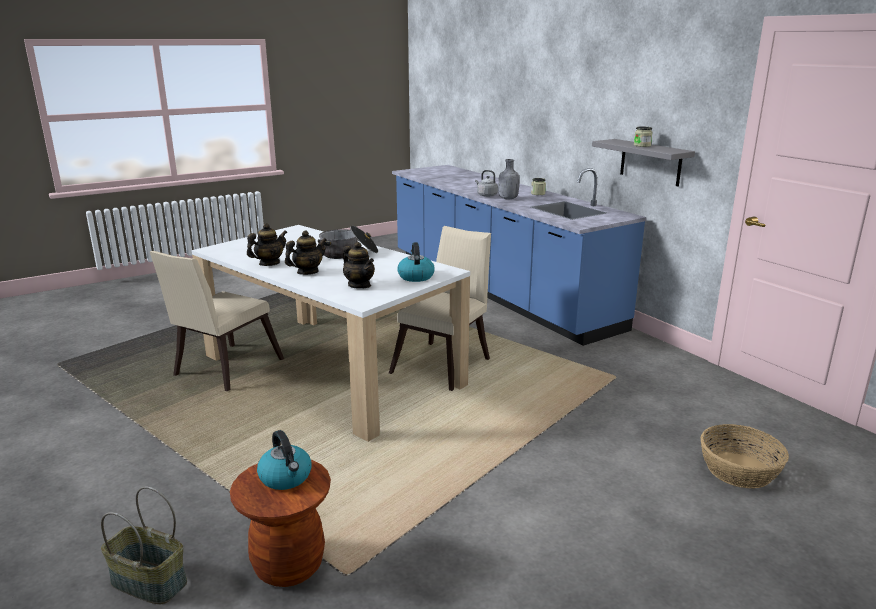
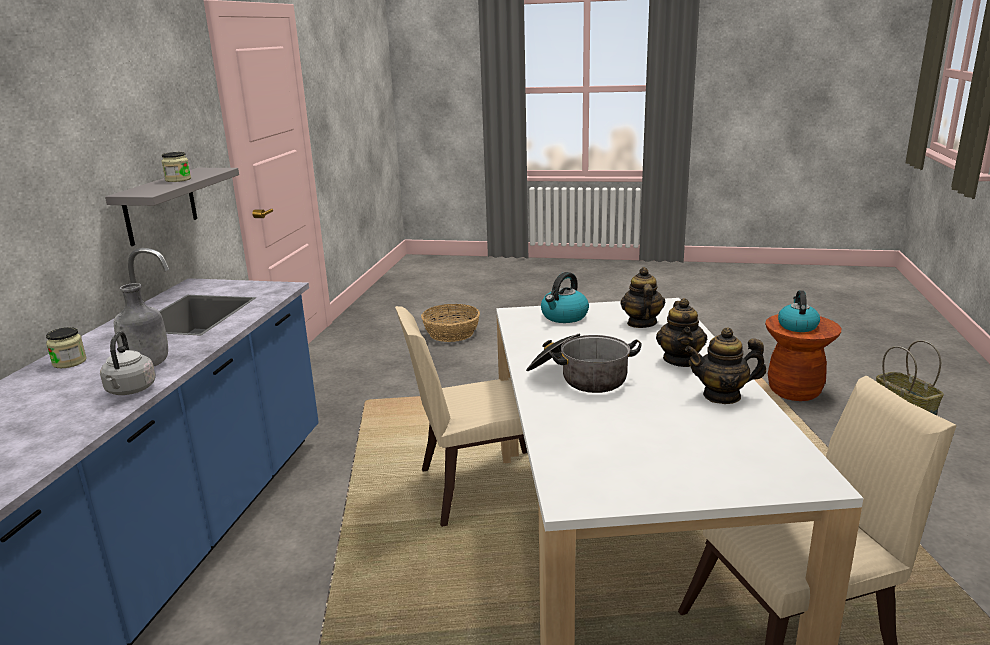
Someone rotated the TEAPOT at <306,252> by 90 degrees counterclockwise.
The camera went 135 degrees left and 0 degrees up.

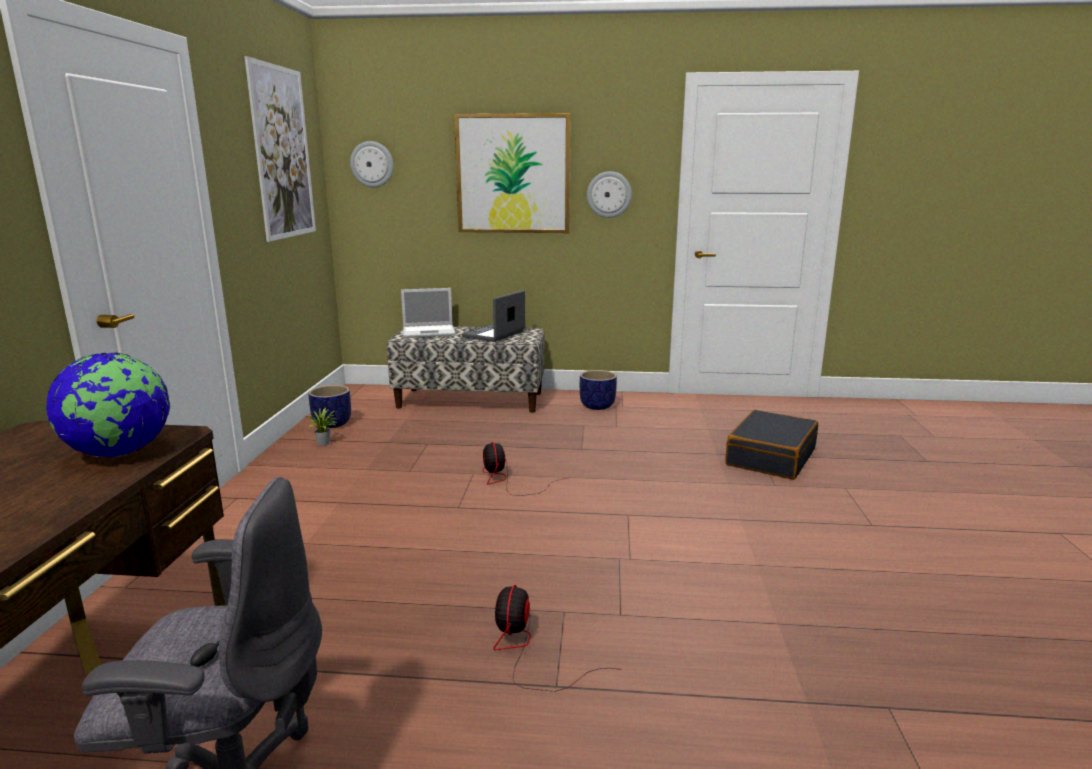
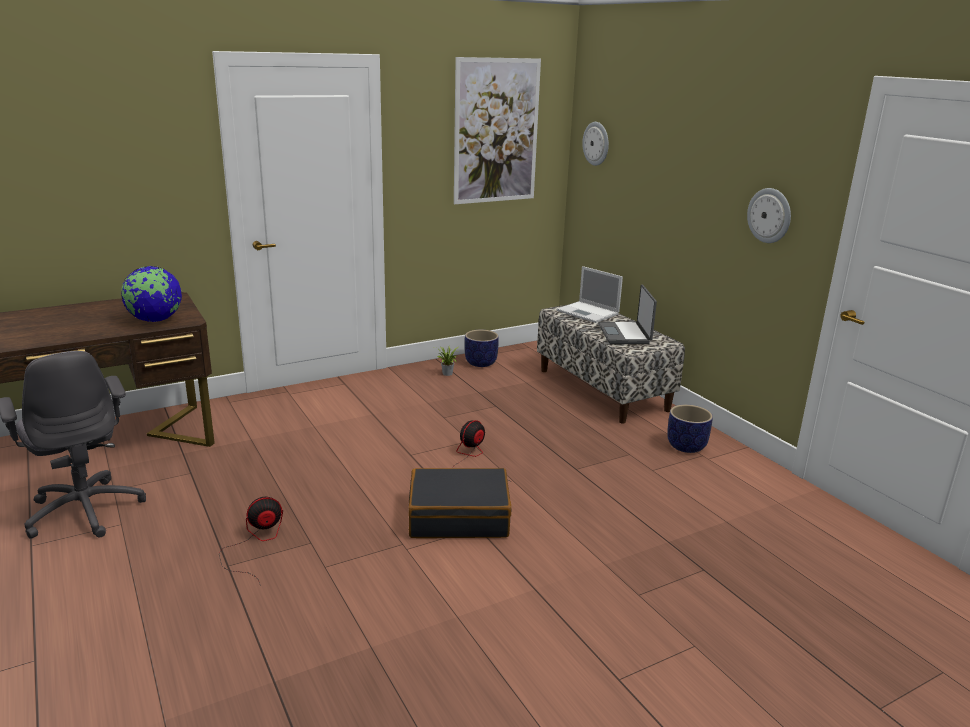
Someone took away the PICTURE at <512,173>.
Someone rotated the LAPTOP at <493,316> by 90 degrees counterclockwise.
Someone carried the BLACK SUITCASE from <771,445> to <459,503>.
The camera went 55 degrees right and 5 degrees up.

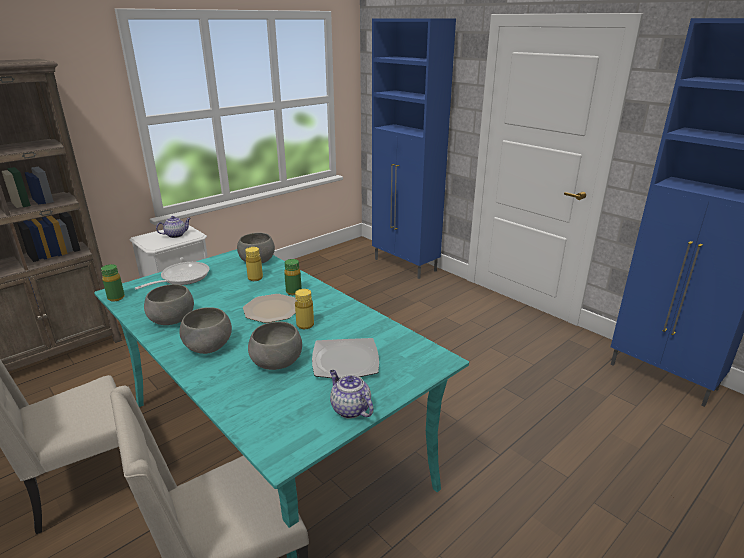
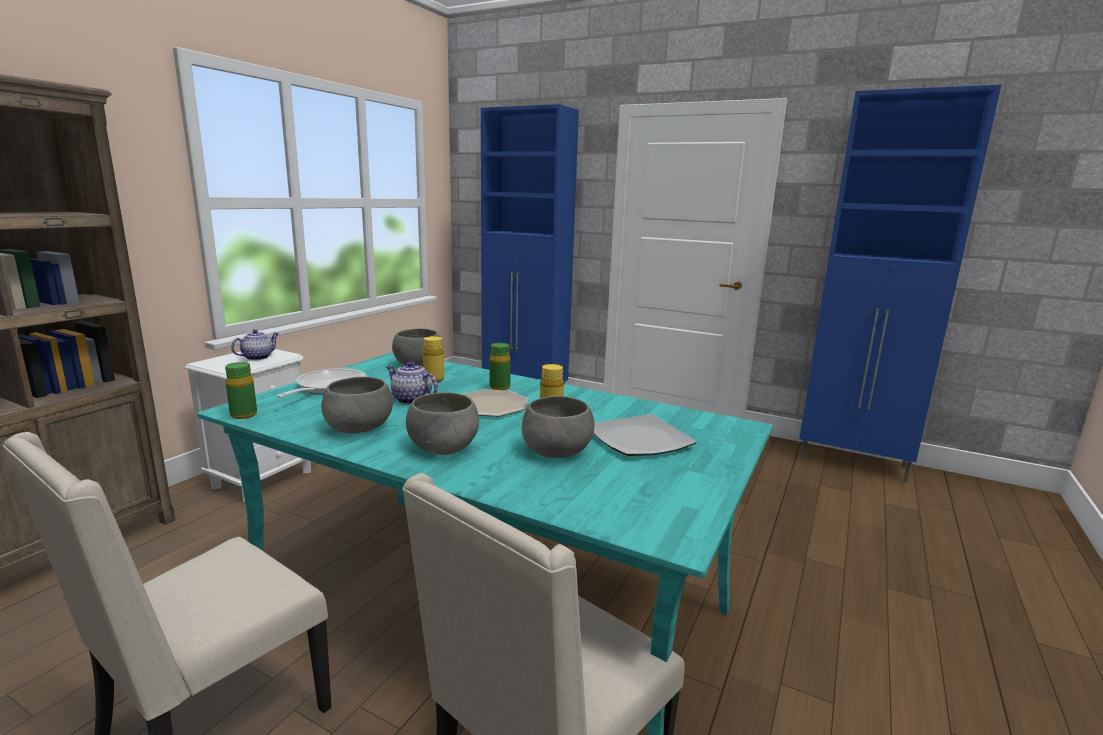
Someone carried the TEAPOT from <351,394> to <412,382>.
The camera went 20 degrees left and 10 degrees down.

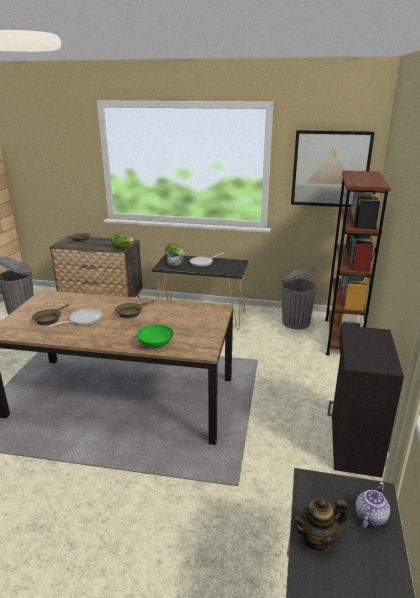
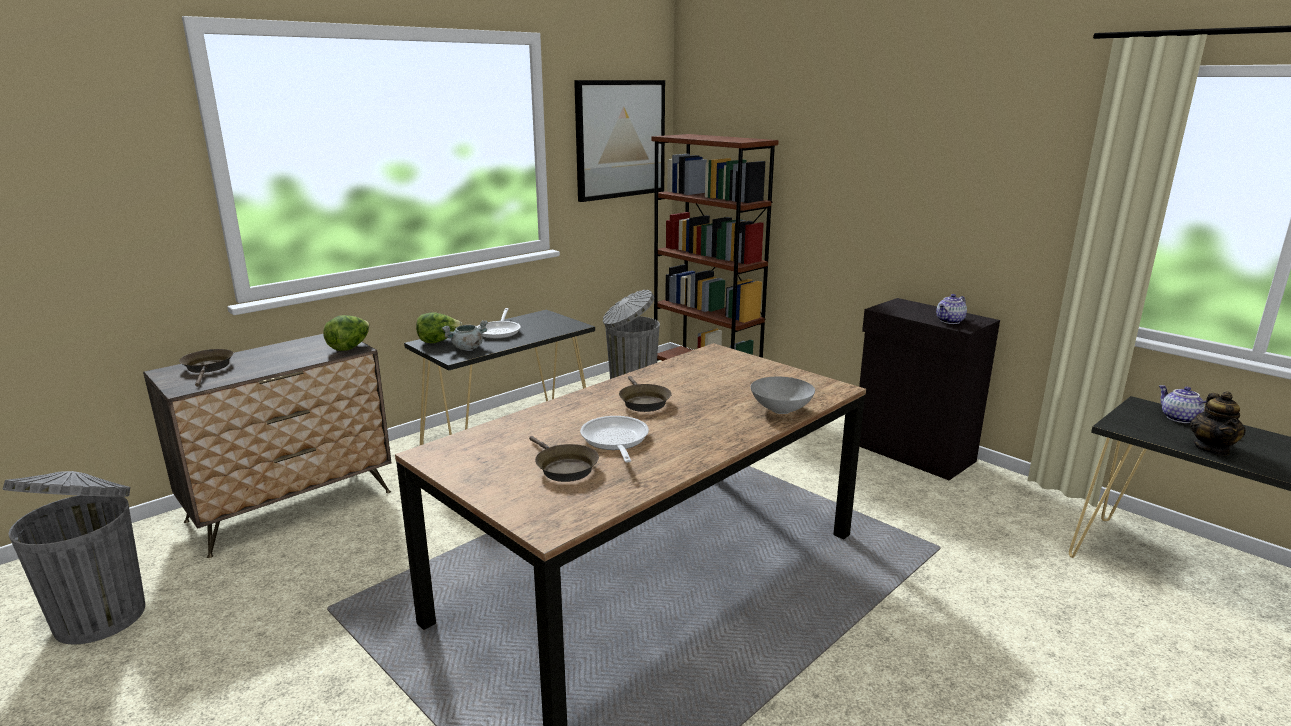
Someone repainted the GREEN BOWL at <155,336>, which became the GREY BOWL at <783,395>.
Someone put down the TEAPOT at <951,309>.
The camera went 55 degrees left and 5 degrees down.

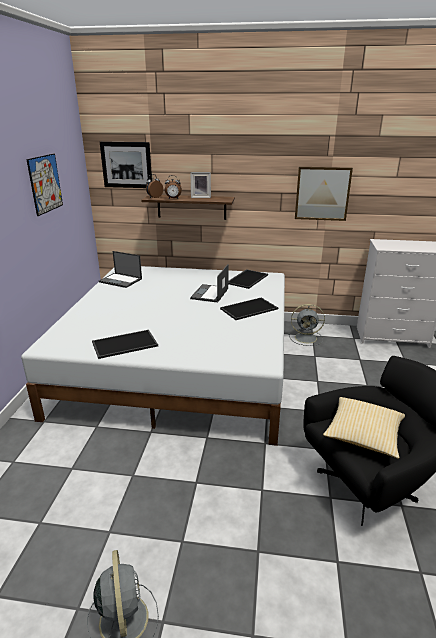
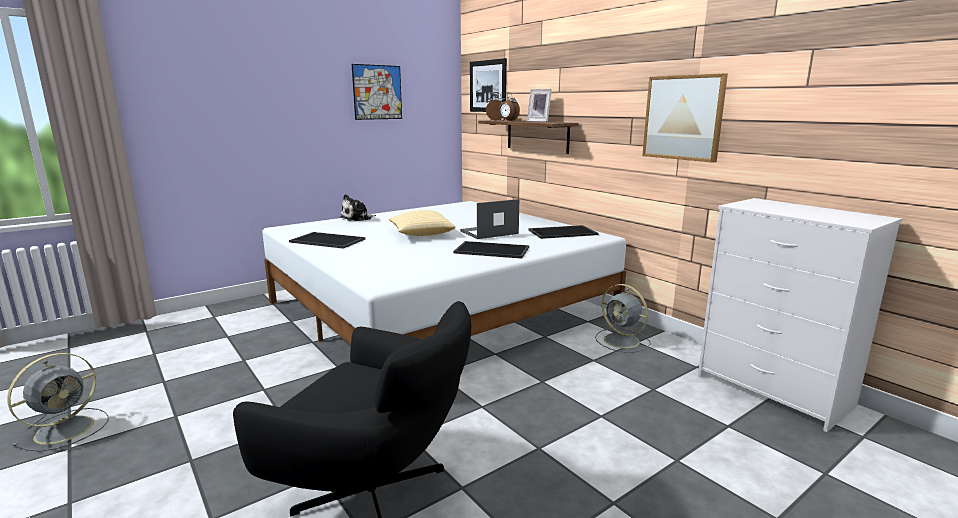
Someone took away the LAPTOP at <120,269>.
Someone carried the PILLOW from <364,428> to <422,223>.
Someone put down the PLUSH TOY at <358,207>.
The camera went 45 degrees right and 10 degrees down.

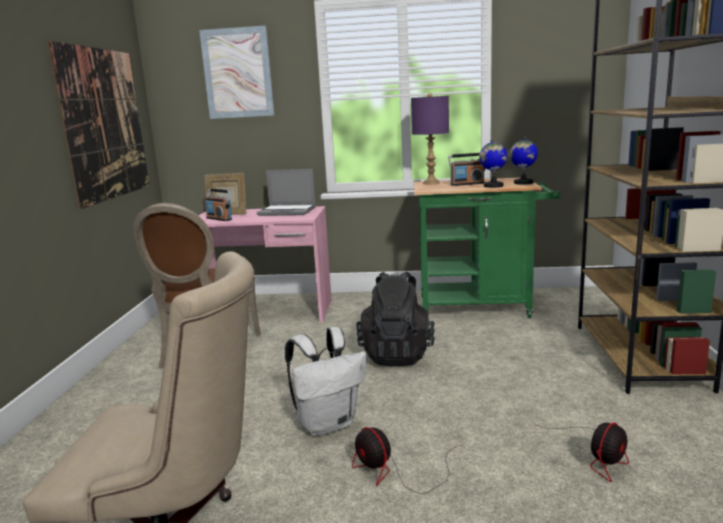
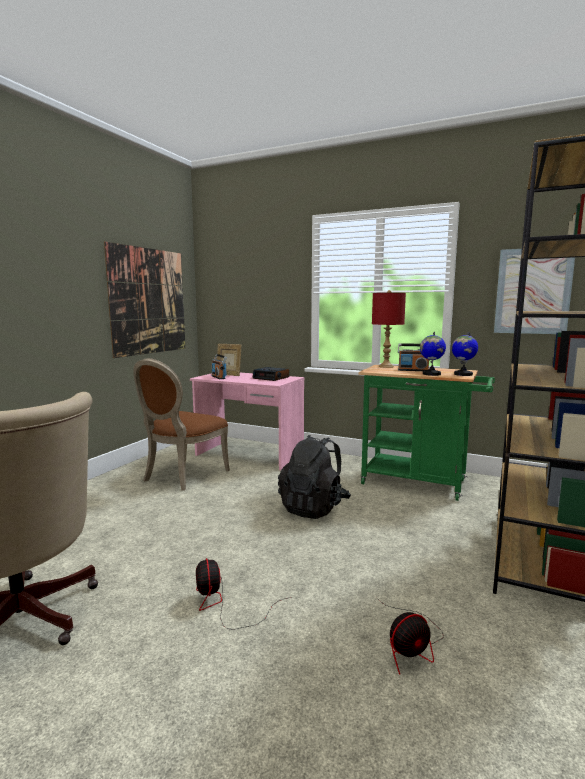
Someone carried the PICTURE from <236,72> to <534,291>.
Someone repainted the PURPLE TABLE LAMP at <430,138>, which became the RED TABLE LAMP at <389,329>.
Someone swapped the LAPTOP at <286,192> for the ALARM CLOCK at <271,374>.
Someone took away the WHITE BACKPACK at <325,381>.
The camera went 20 degrees right and 5 degrees down.

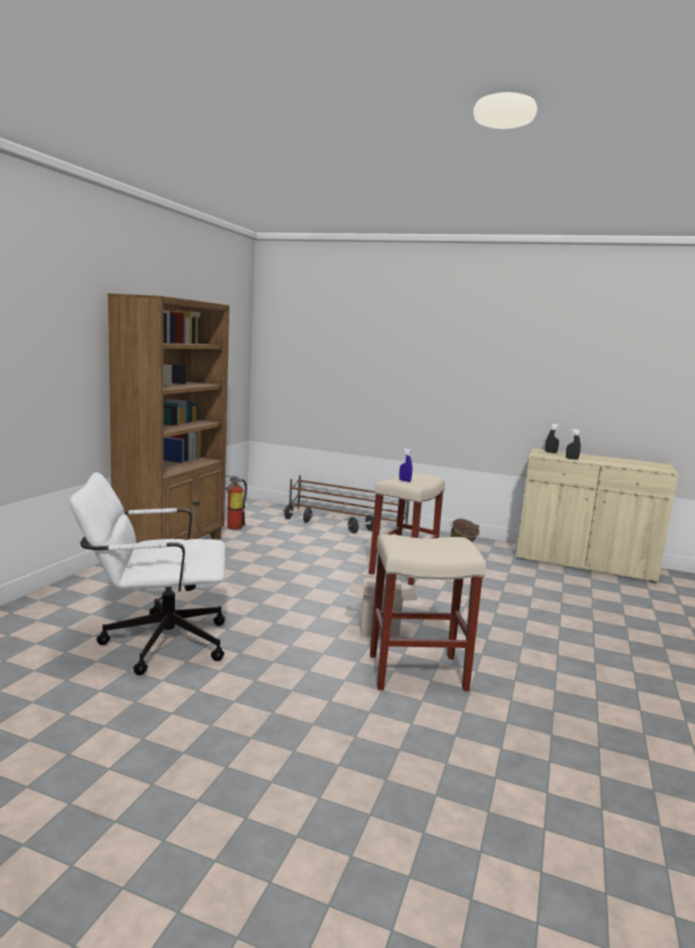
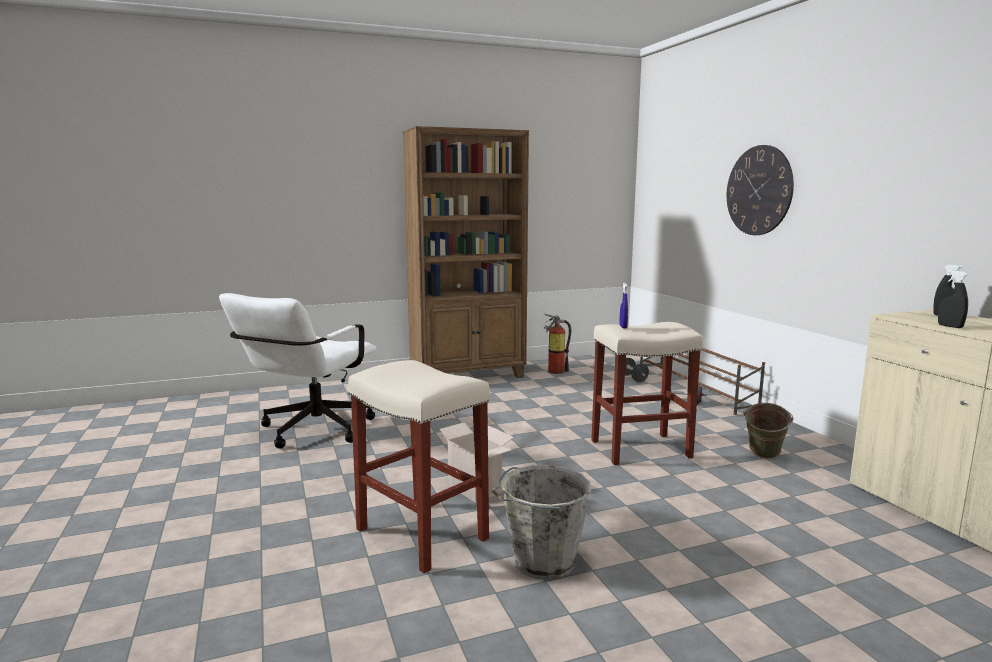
Someone rotated the WHITE OFFICE CHAIR at <147,573> by 105 degrees counterclockwise.
Someone put up the WALL CLOCK at <760,190>.
Someone put down the GREY BUCKET at <541,522>.
The camera went 50 degrees right and 0 degrees up.

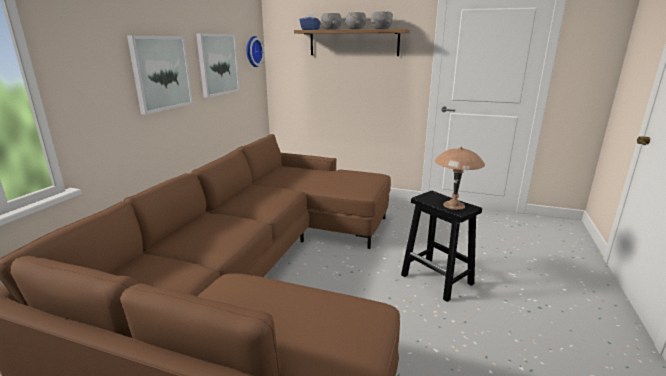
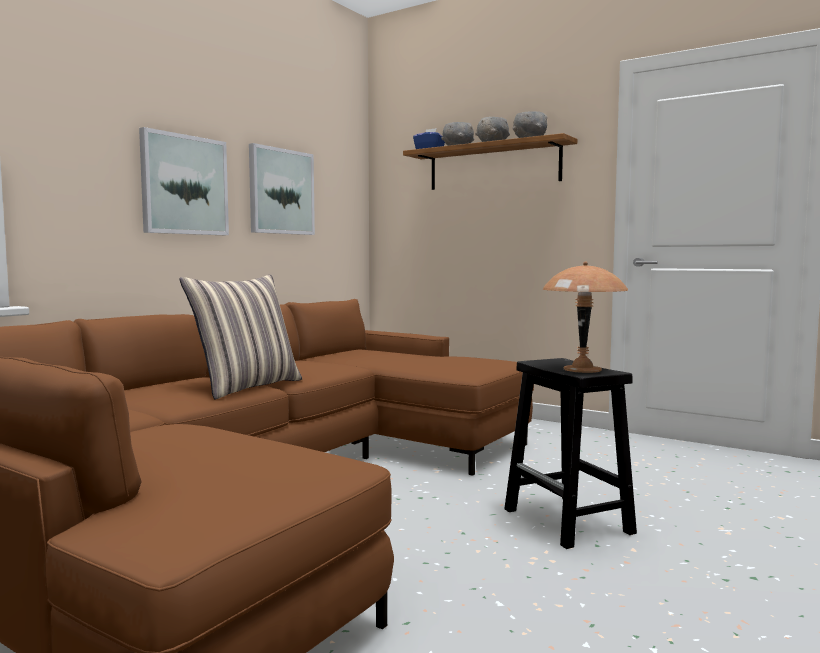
Someone took away the WALL CLOCK at <255,51>.
Someone put down the PILLOW at <240,337>.
The camera went 15 degrees right and 15 degrees down.

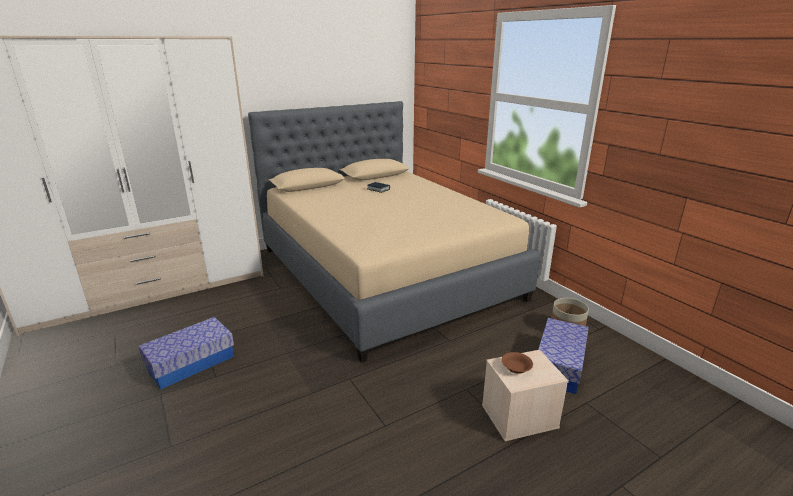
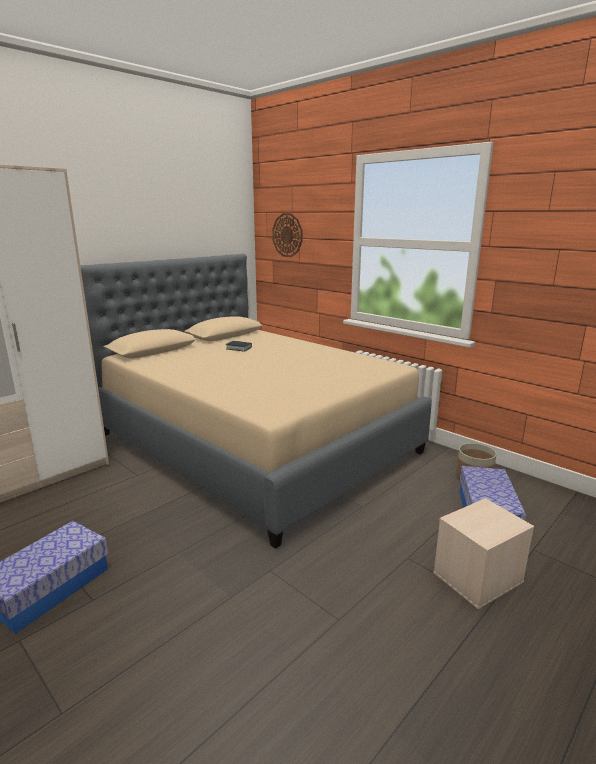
Someone took away the BROWN BOWL at <517,363>.
Someone put up the WALL CLOCK at <287,235>.
The camera went 15 degrees left and 5 degrees down.

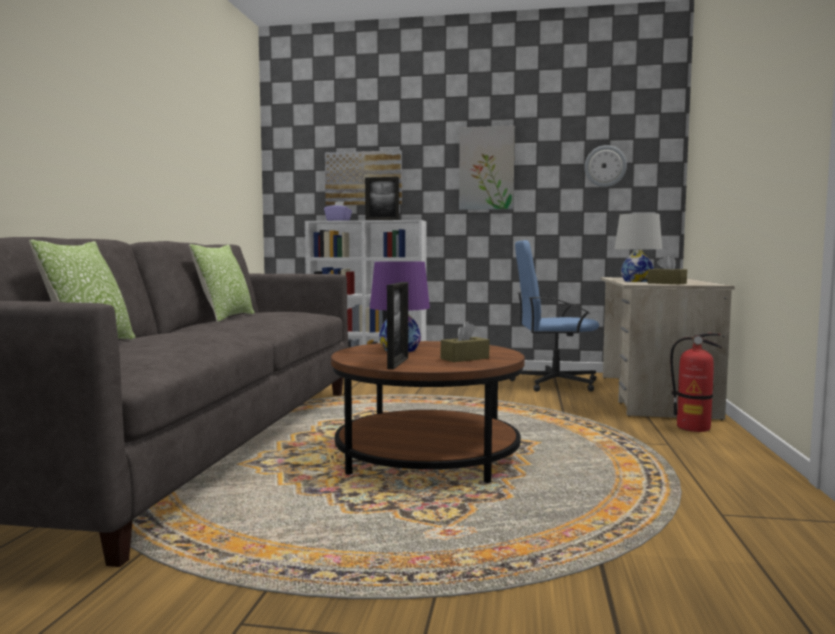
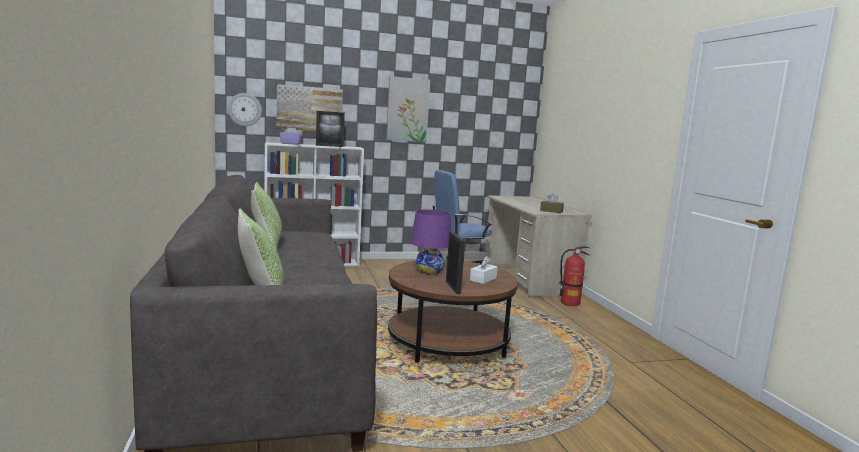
Someone carried the WALL CLOCK from <605,166> to <245,109>.
Someone took away the WHITE TABLE LAMP at <638,247>.
Someone repainted the BROWN TISSUE BOX at <465,341>, which became the WHITE TISSUE BOX at <483,270>.
The camera went 25 degrees left and 5 degrees up.

